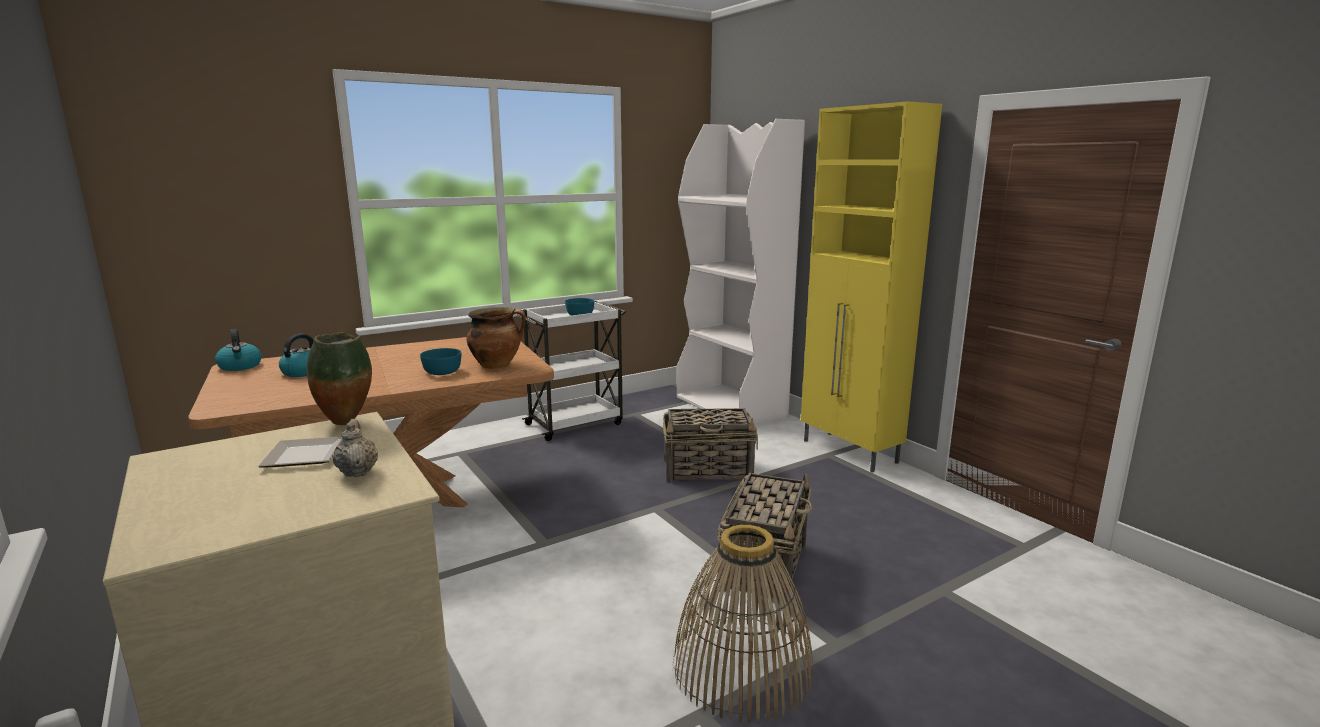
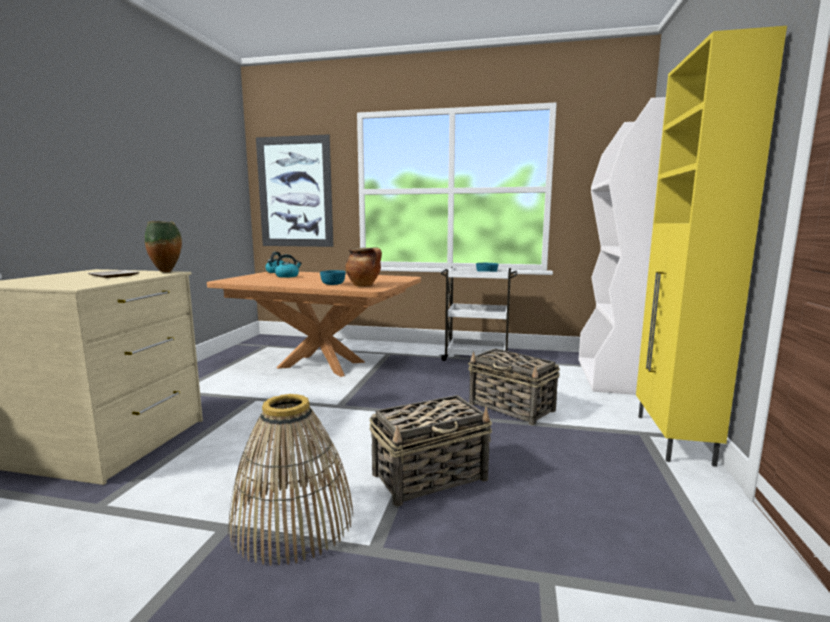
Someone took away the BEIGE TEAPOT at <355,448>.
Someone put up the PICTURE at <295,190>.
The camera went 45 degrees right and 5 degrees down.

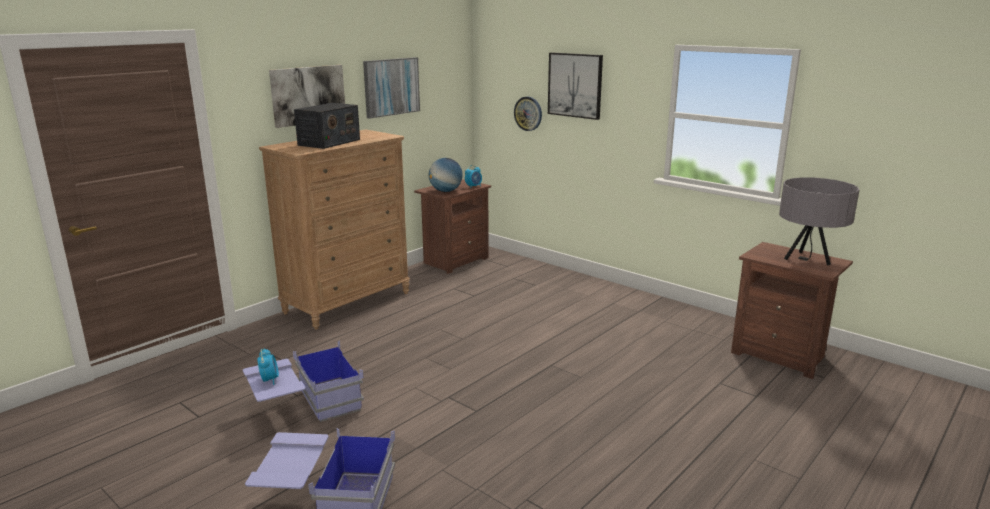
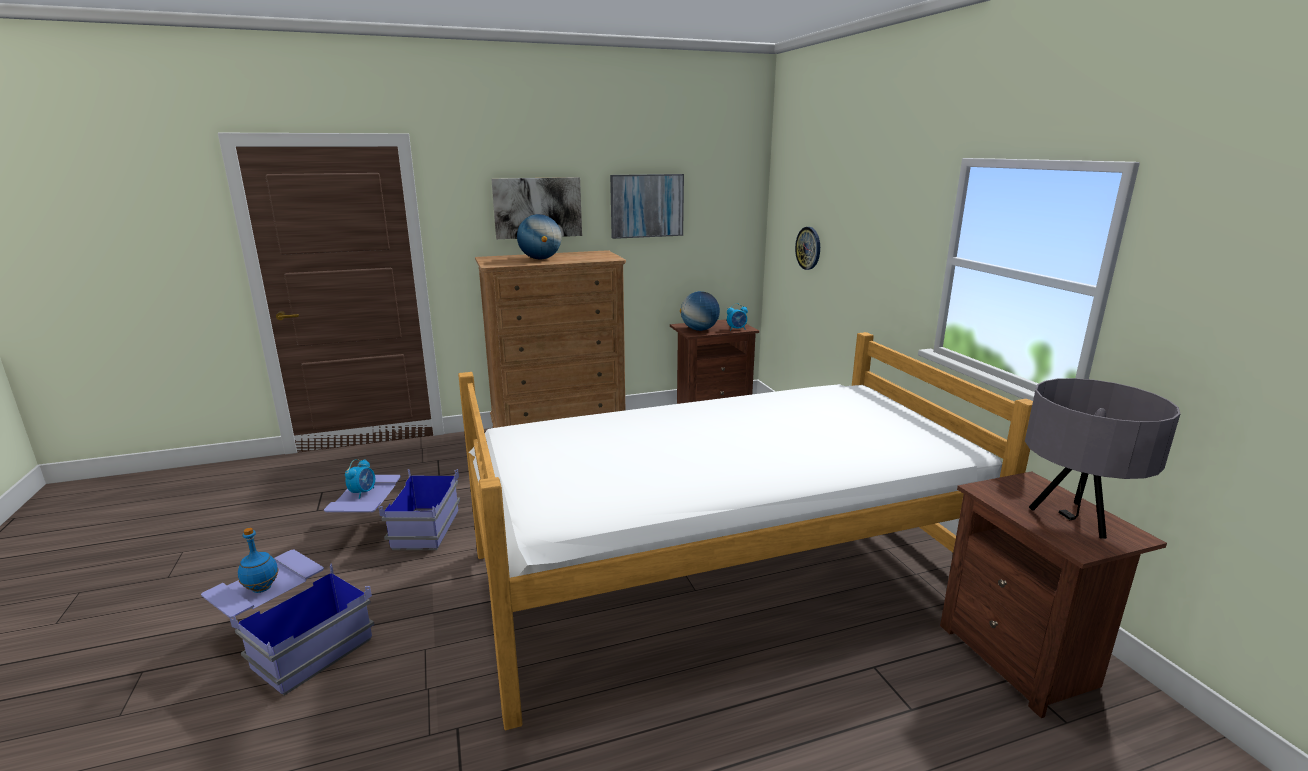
Someone took away the PICTURE at <575,86>.
Someone swapped the RADIO at <327,126> for the GLOBE at <539,237>.
Someone put down the BED at <745,531>.
Someone put down the BLUE BOTTLE at <258,560>.
The camera went 30 degrees right and 0 degrees up.

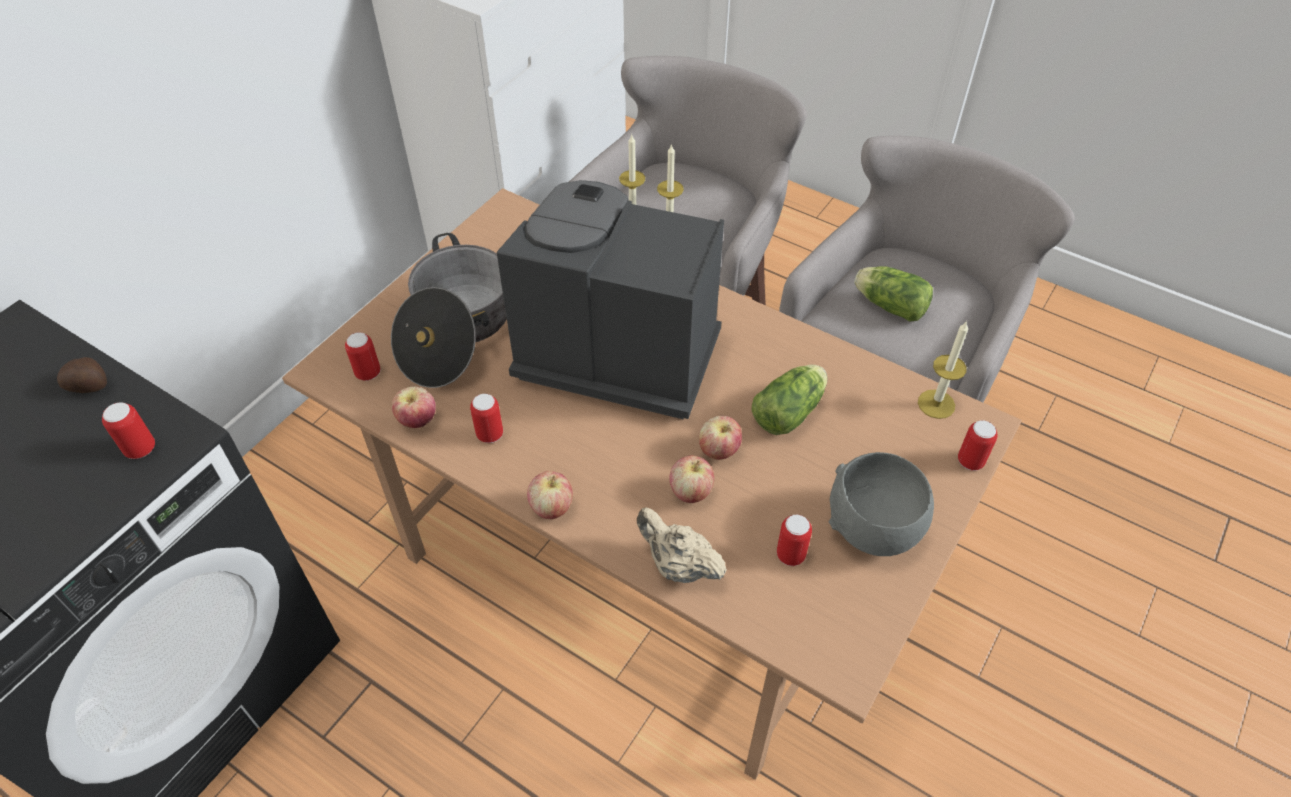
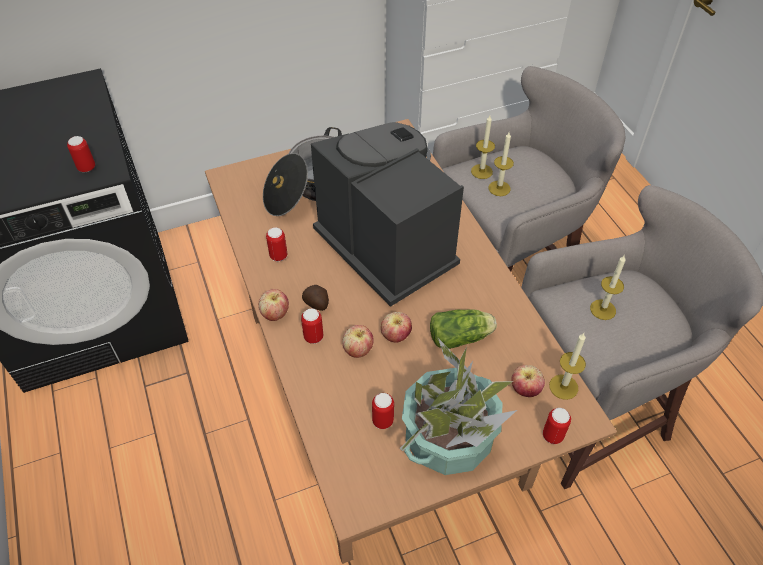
Someone swapped the LETTUCE at <893,293> for the CANDLE at <608,288>.
Someone carried the CAN from <362,356> to <312,326>.
Someone carried the POTATO from <82,375> to <315,298>.
Someone carried the APPLE from <414,407> to <528,381>.
Someone swapped the GREY BOWL at <881,504> for the POTTED PLANT at <458,406>.
Someone took away the BEIGE TEAPOT at <682,545>.
The camera went 35 degrees right and 0 degrees up.

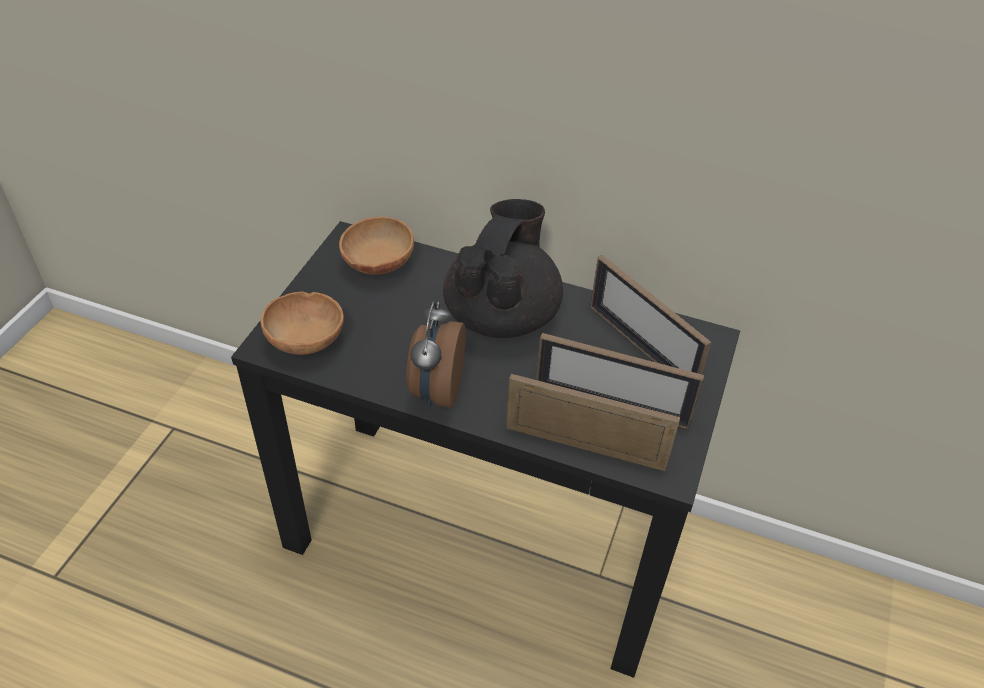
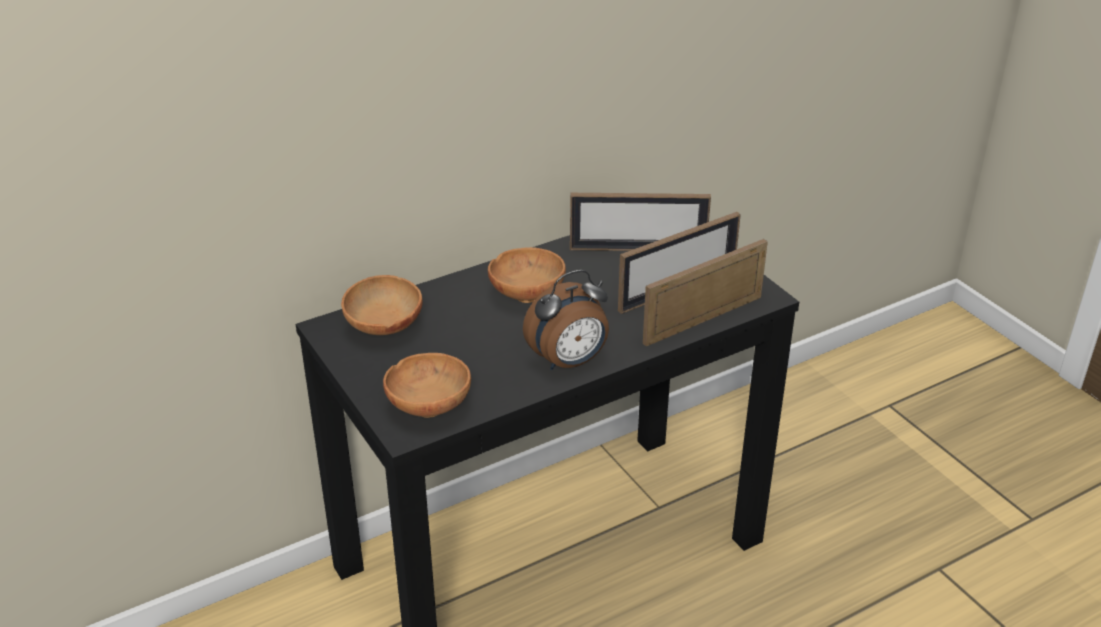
Someone swapped the BLACK TEAPOT at <503,268> for the BROWN BOWL at <527,275>.
Someone rotated the ALARM CLOCK at <436,354> by 75 degrees counterclockwise.
The camera went 50 degrees left and 10 degrees down.

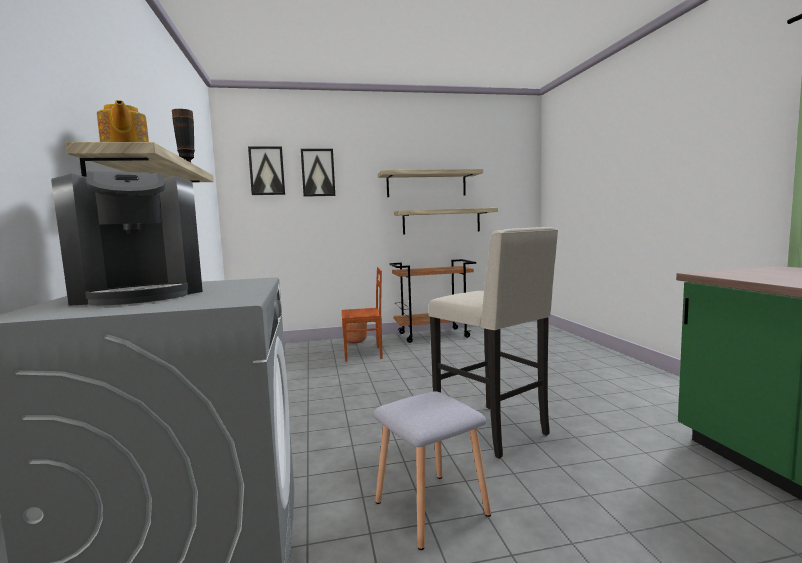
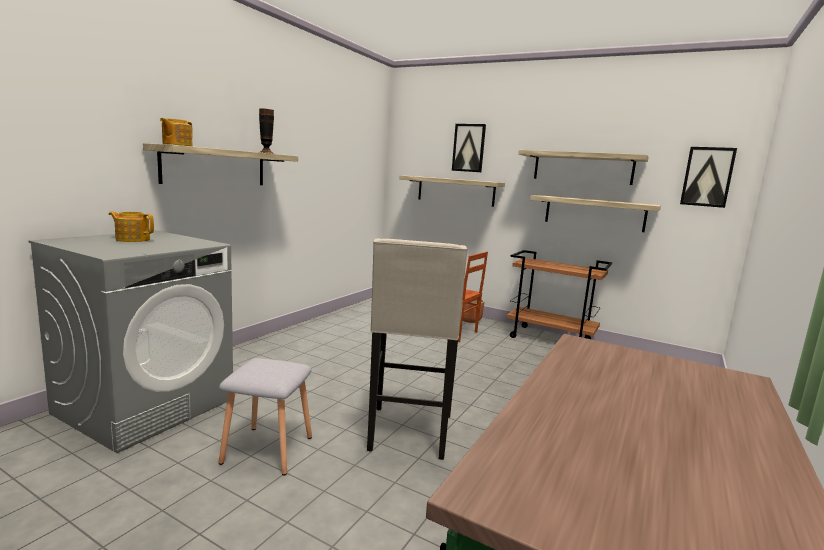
Someone carried the PICTURE from <266,170> to <708,177>.
Someone swapped the COFFEE MACHINE at <127,238> for the TEAPOT at <131,226>.
Someone put up the SHELF at <452,191>.
The camera went 40 degrees right and 5 degrees up.

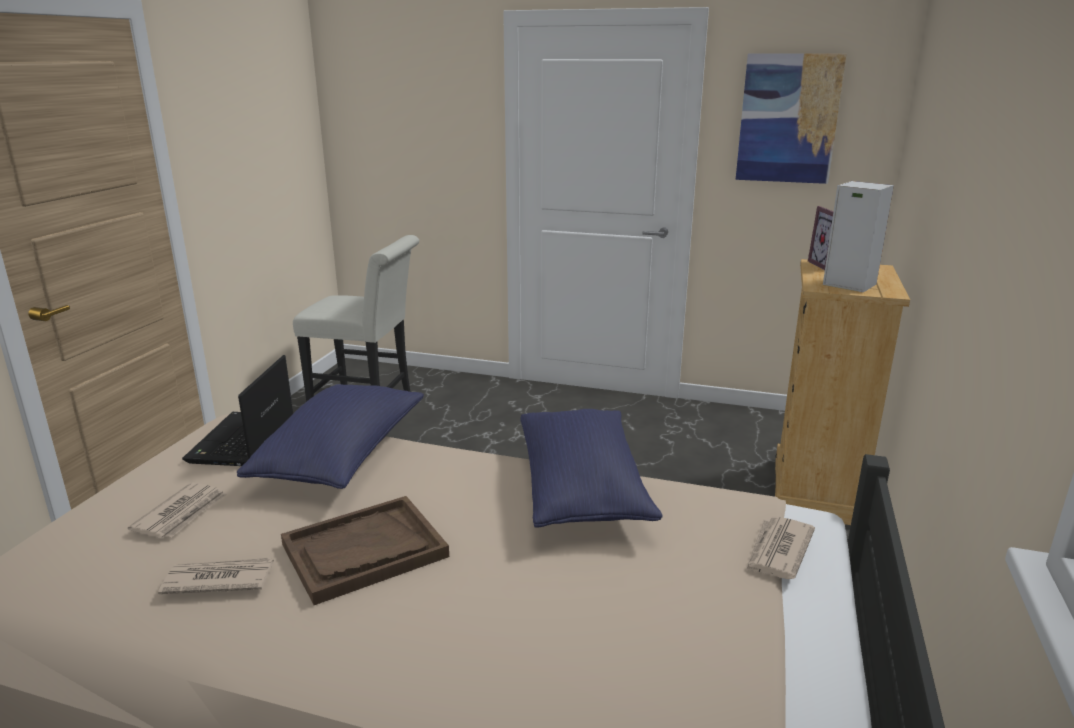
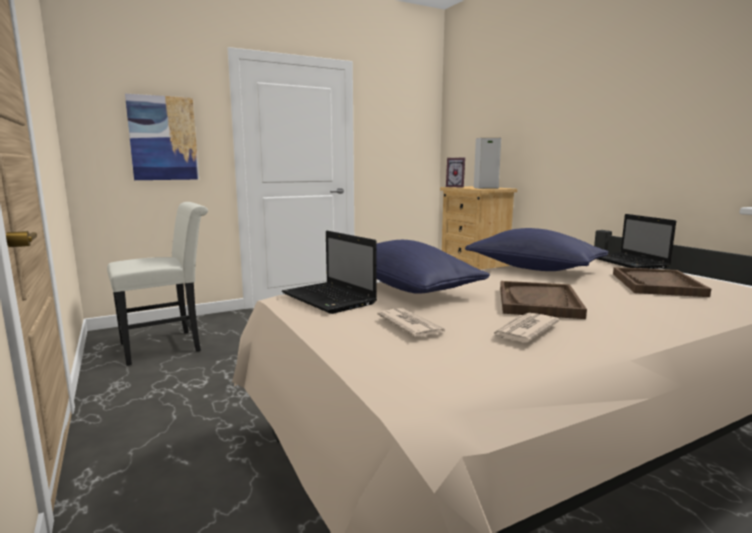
Someone carried the PICTURE from <791,119> to <162,137>.
Someone swapped the NEWSPAPER at <780,547> for the LAPTOP at <637,241>.
Someone put down the BROWN TRAY at <662,282>.
The camera went 45 degrees left and 10 degrees down.

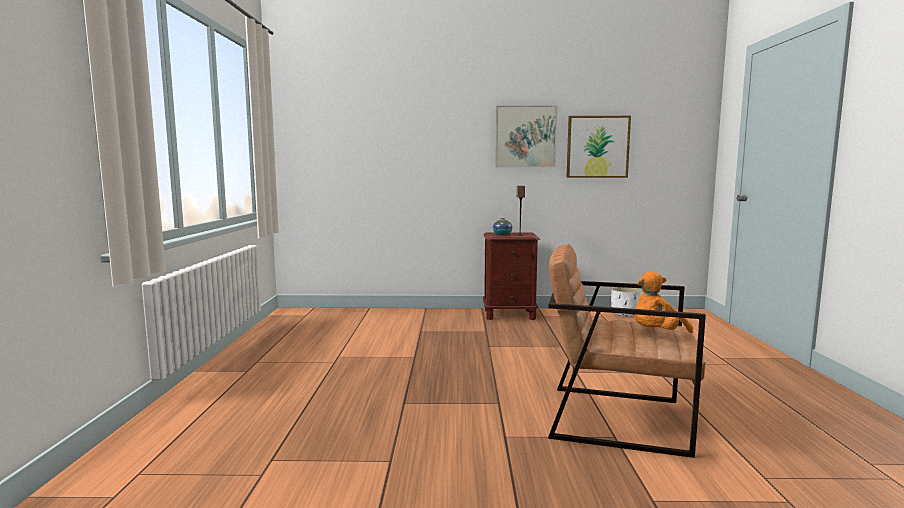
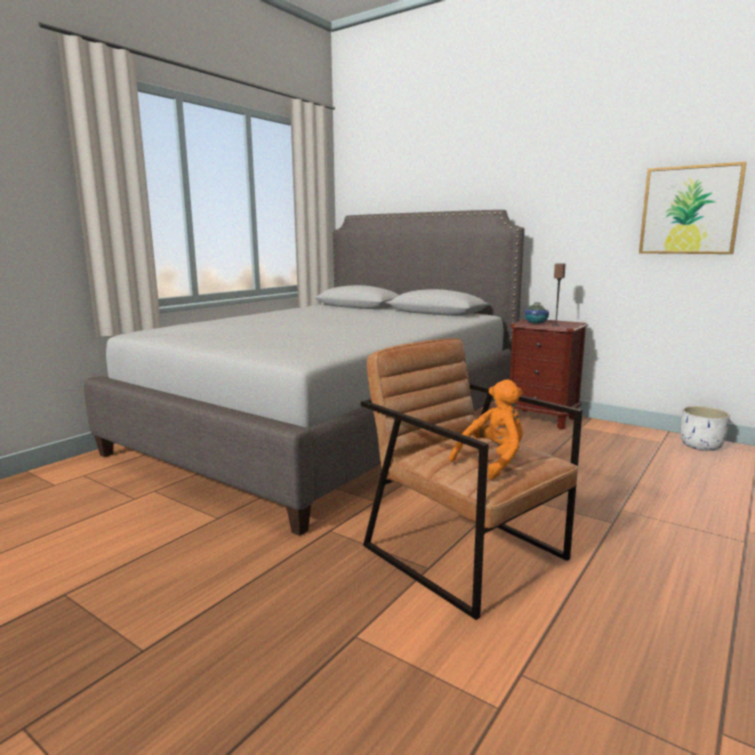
Someone took away the PICTURE at <526,136>.
Someone rotated the ORANGE PLUSH TOY at <663,302> by 135 degrees clockwise.
Someone put down the GREY BED at <304,373>.
The camera went 35 degrees right and 5 degrees up.

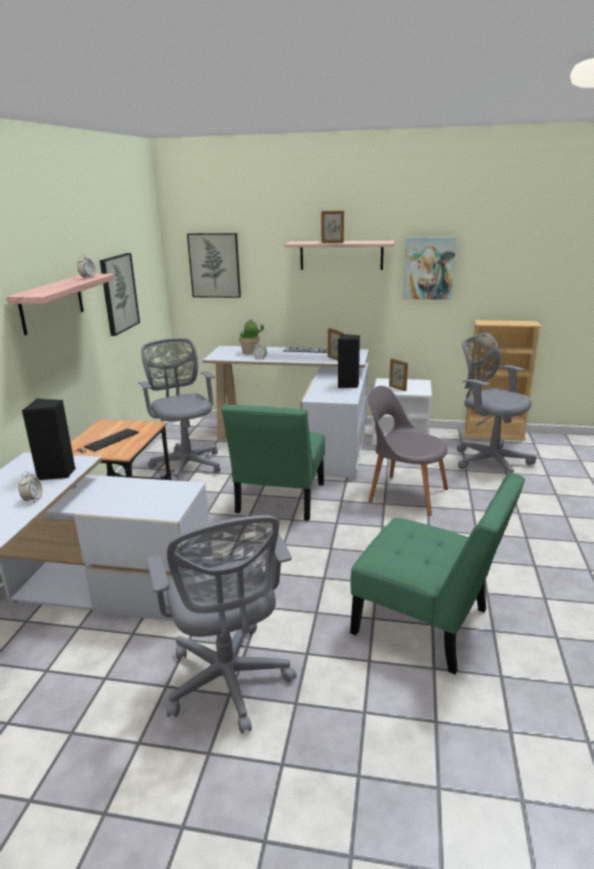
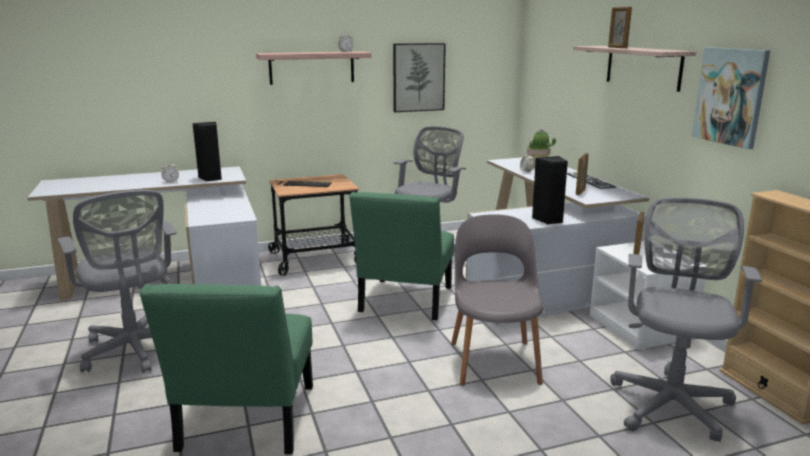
Someone took away the PICTURE at <214,265>.
Someone rotated the GREEN CHAIR at <273,462> by 60 degrees counterclockwise.
Someone rotated the GREY OFFICE CHAIR at <221,624> by 75 degrees counterclockwise.
The camera went 60 degrees right and 5 degrees down.

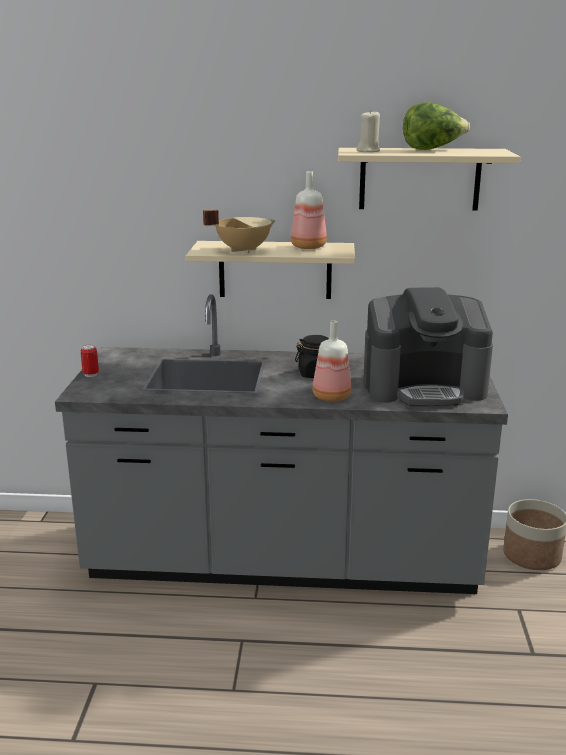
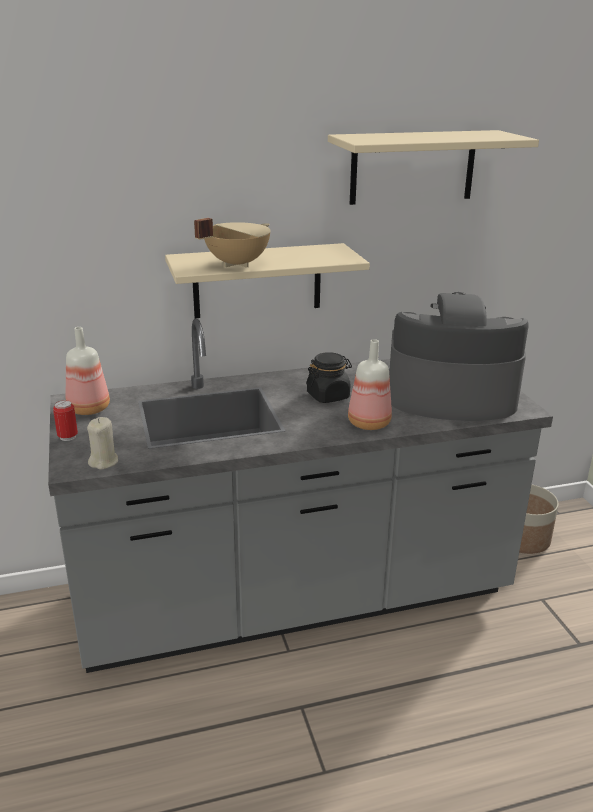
Someone took away the LETTUCE at <436,126>.
Someone carried the BEIGE CANDLE from <368,131> to <102,443>.
Someone carried the BOTTLE from <309,210> to <88,371>.
Someone rotated the COFFEE MACHINE at <428,346> by 150 degrees counterclockwise.
The camera went 20 degrees left and 5 degrees up.

